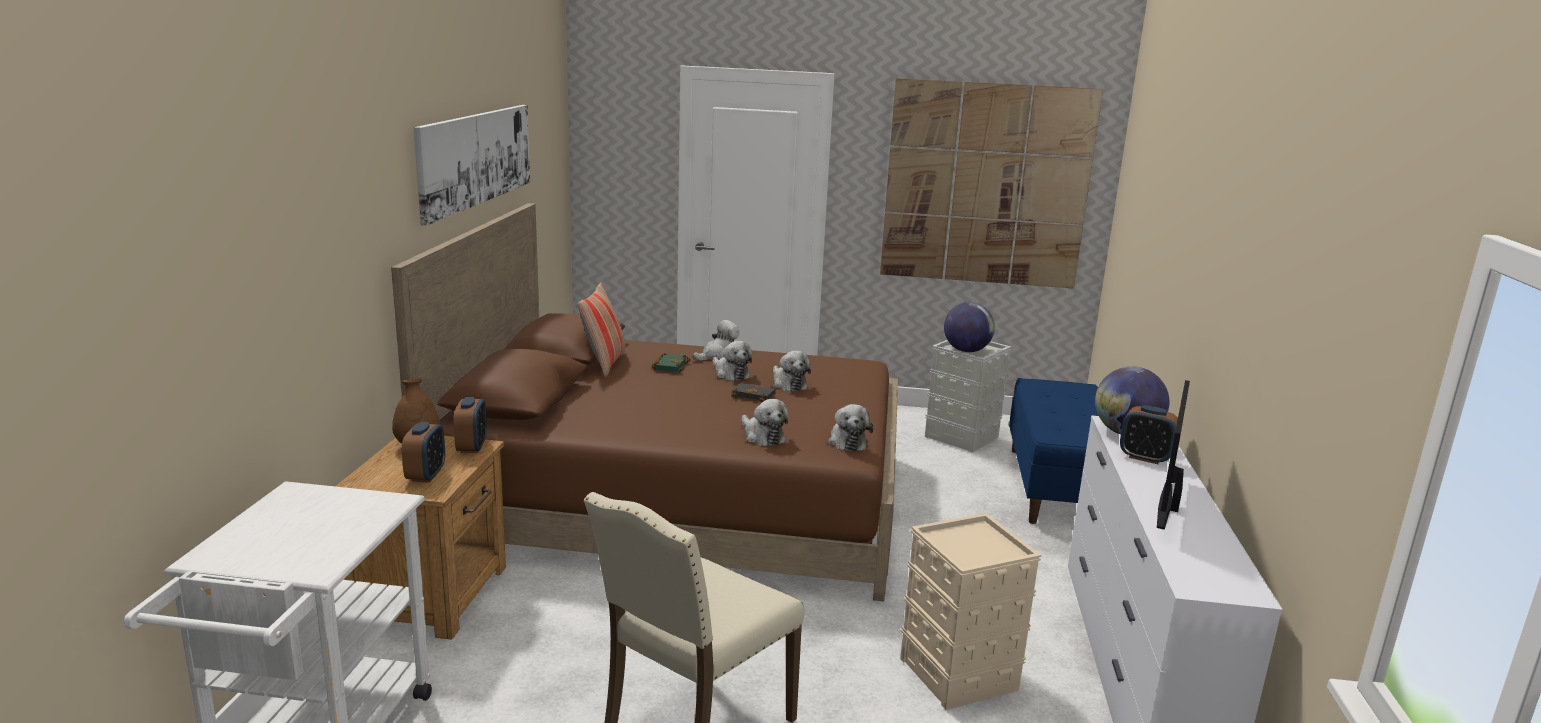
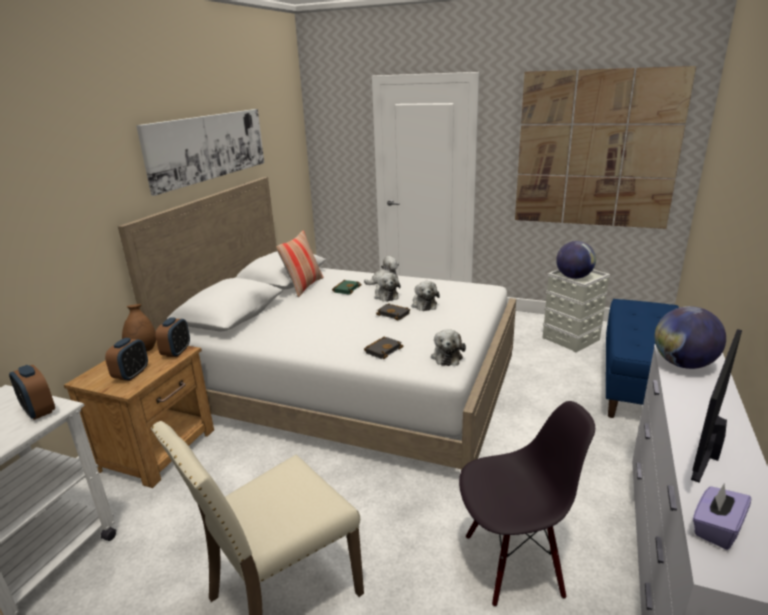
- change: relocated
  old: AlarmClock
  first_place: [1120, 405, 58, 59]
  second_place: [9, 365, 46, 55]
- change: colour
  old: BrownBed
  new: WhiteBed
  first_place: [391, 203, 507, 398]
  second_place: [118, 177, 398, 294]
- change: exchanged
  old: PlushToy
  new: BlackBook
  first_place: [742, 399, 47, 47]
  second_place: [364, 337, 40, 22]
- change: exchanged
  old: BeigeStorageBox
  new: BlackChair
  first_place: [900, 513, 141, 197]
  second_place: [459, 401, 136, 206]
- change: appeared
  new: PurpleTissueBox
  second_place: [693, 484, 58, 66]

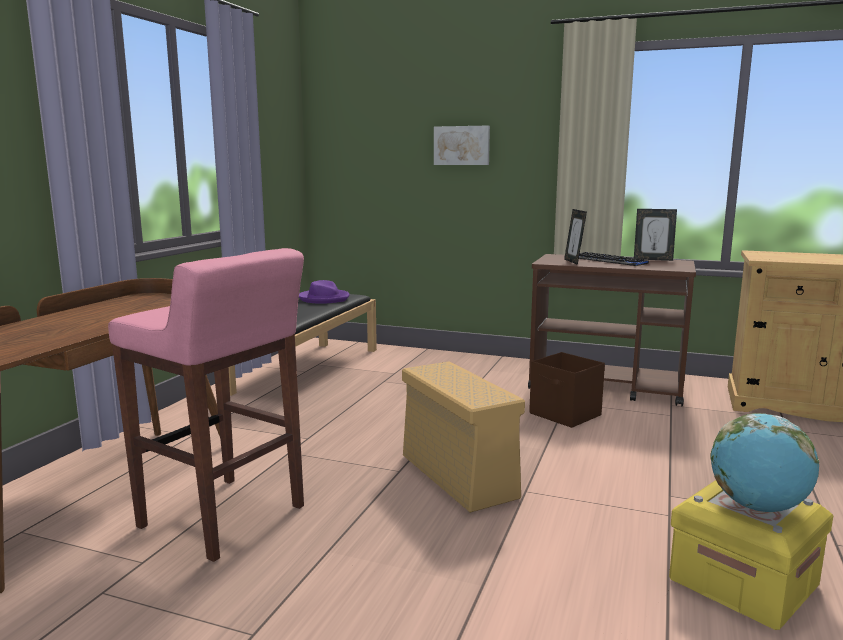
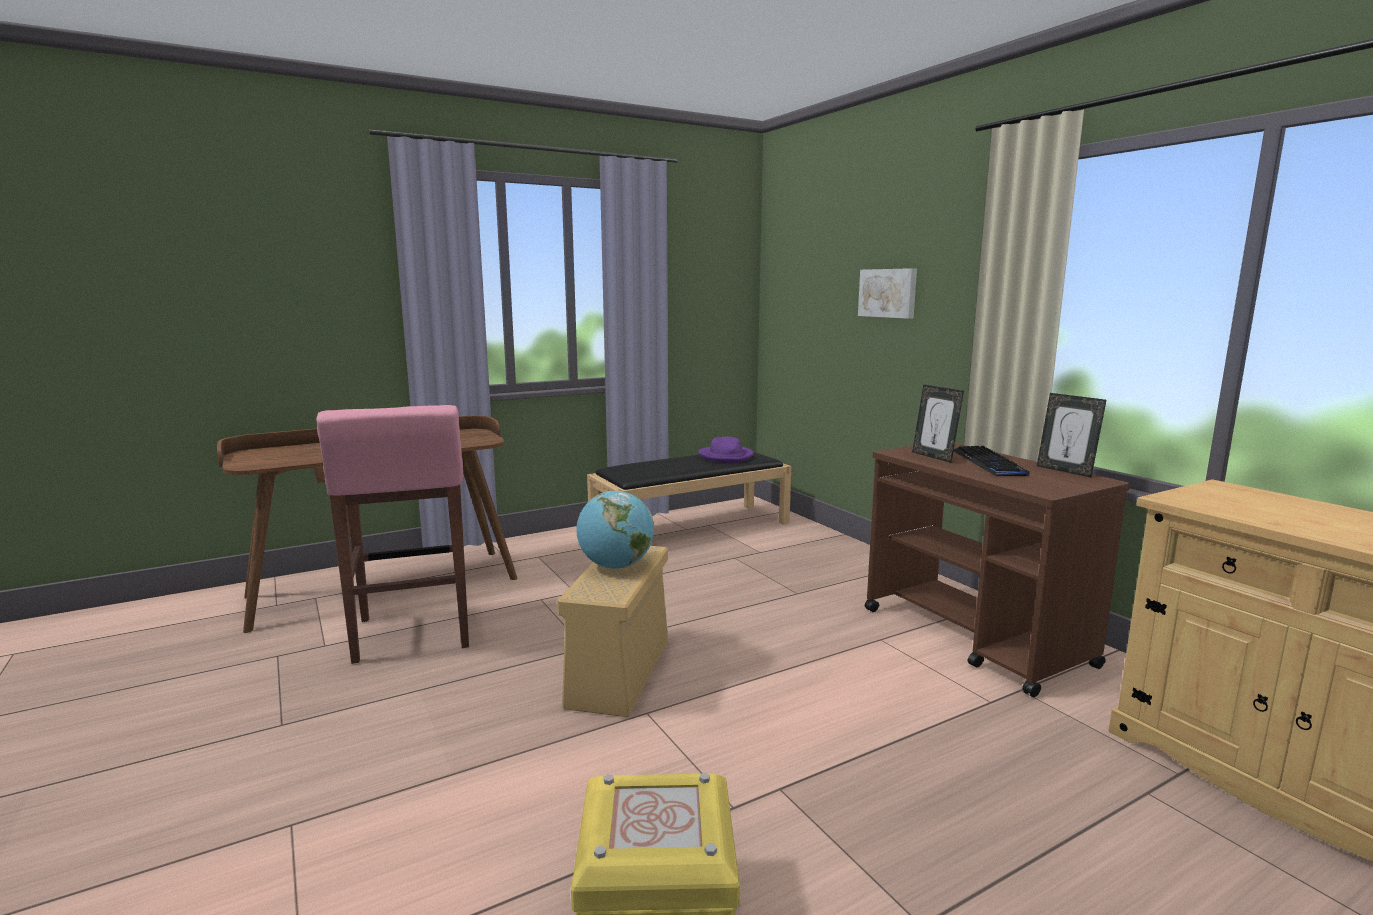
- change: relocated
  old: Globe
  first_place: [711, 413, 108, 99]
  second_place: [576, 491, 78, 78]
- change: spun
  old: PictureFrame
  first_place: [564, 209, 23, 56]
  second_place: [912, 385, 52, 78]
  degrees: -60
- change: missing
  old: BrownStorageBox
  first_place: [529, 352, 76, 76]

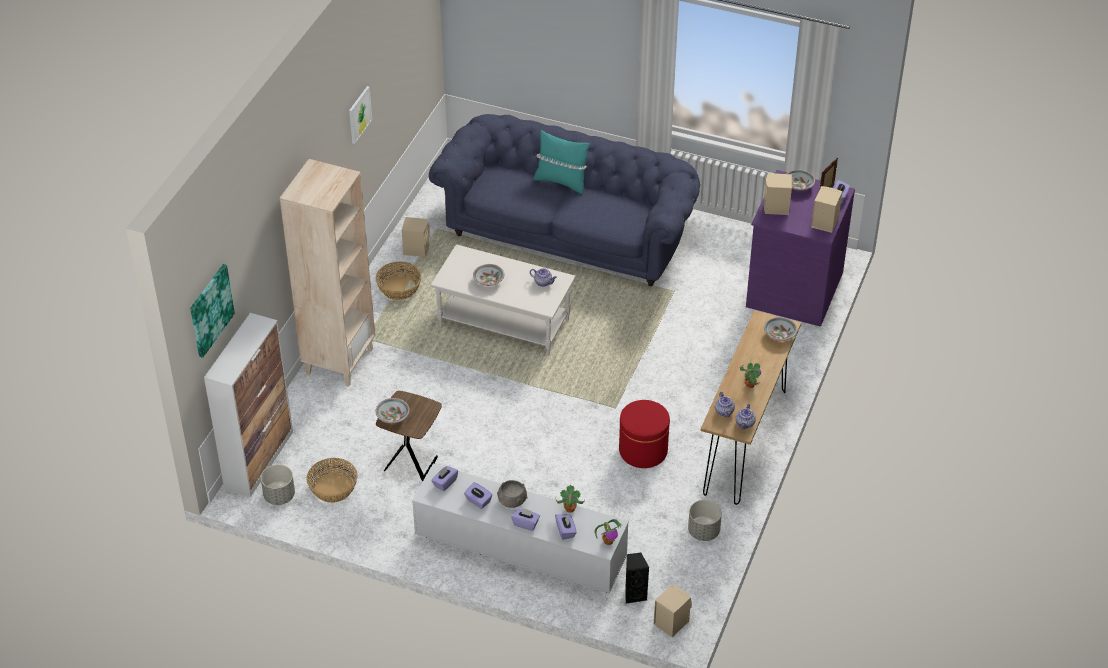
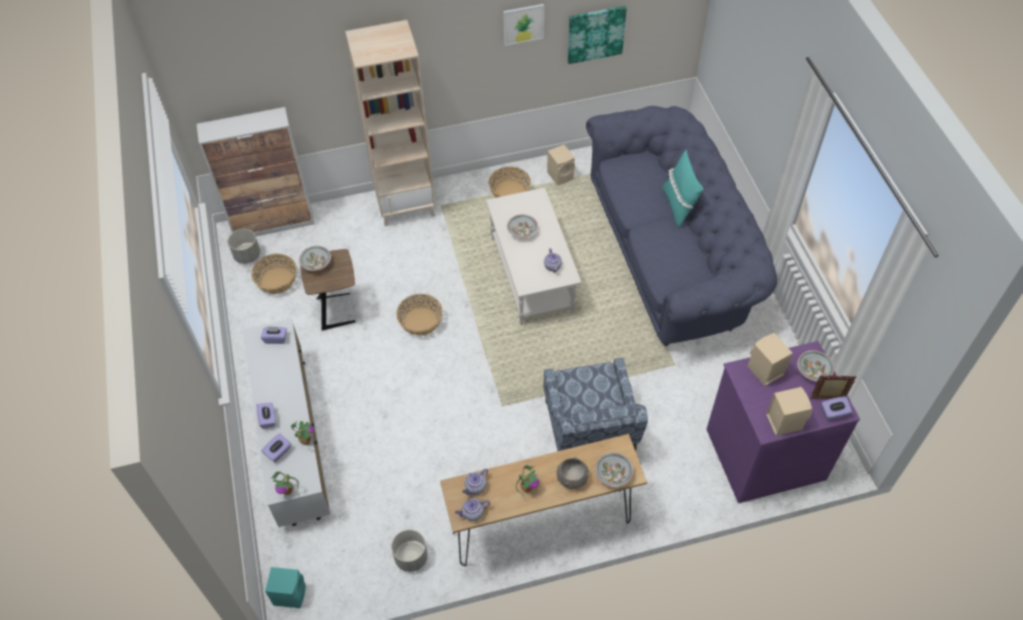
- change: colour
  old: BeigeSpeaker
  new: TurquoiseSpeaker
  first_place: [654, 584, 38, 53]
  second_place: [265, 567, 40, 41]
- change: appeared
  new: Basket
  second_place: [396, 294, 47, 42]
- change: appeared
  new: BlueArmchair
  second_place: [544, 358, 104, 93]
- change: relocated
  old: GreyBowl
  first_place: [497, 480, 30, 28]
  second_place: [557, 457, 32, 32]
- change: relocated
  old: Picture
  first_place: [190, 264, 45, 94]
  second_place: [568, 6, 59, 58]
- change: missing
  old: PurpleTissueBox
  first_place: [464, 482, 28, 27]
- change: missing
  old: RedOttoman
  first_place: [619, 400, 51, 68]
- change: missing
  old: BlackSpeaker
  first_place: [625, 553, 24, 51]

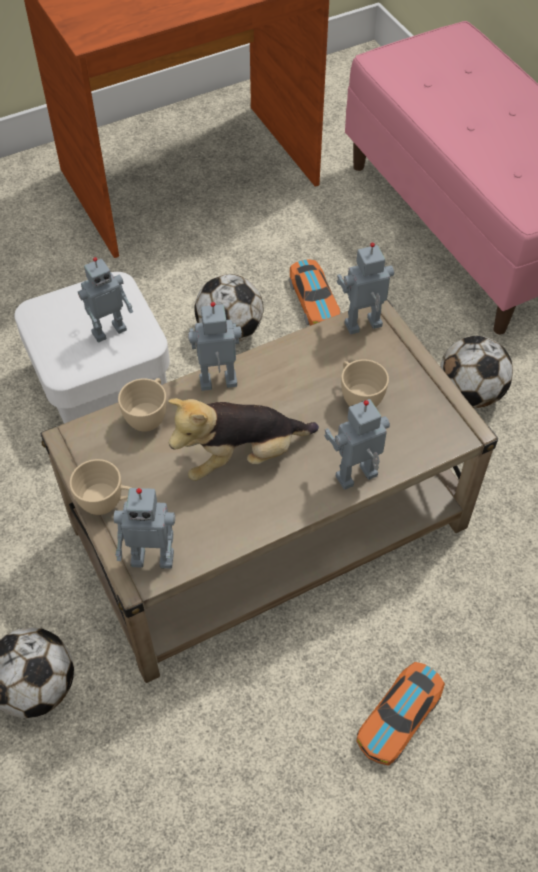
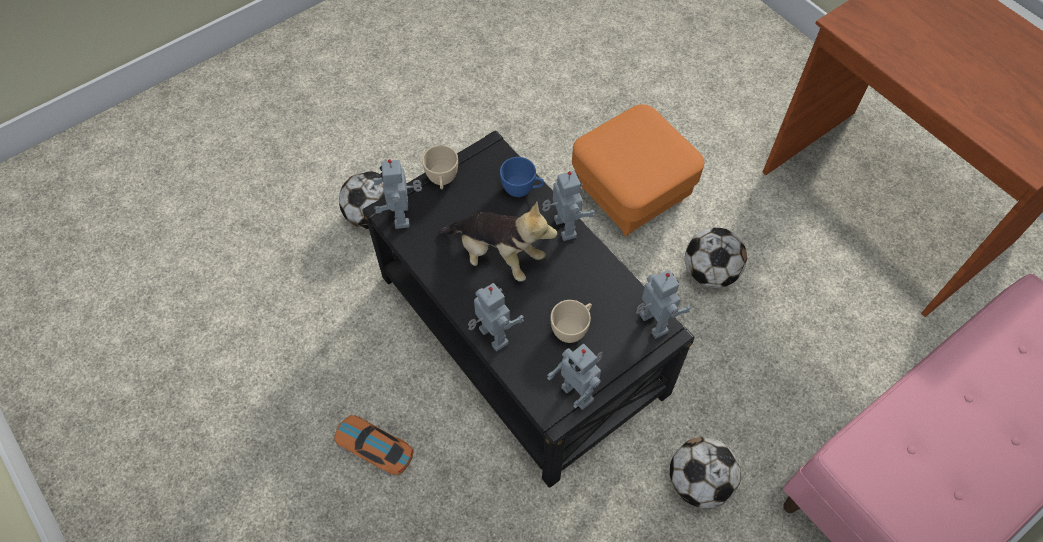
- change: colour
  old: BeigeCoffeeTable
  new: BlackCoffeeTable
  first_place: [41, 299, 457, 384]
  second_place: [362, 131, 333, 357]
- change: spun
  old: PlushToy
  first_place: [168, 398, 151, 83]
  second_place: [438, 201, 119, 81]
  degrees: 150
- change: colour
  old: BeigeCup
  new: BlueCup
  first_place: [118, 378, 49, 54]
  second_place: [500, 157, 45, 40]
- change: relocated
  old: ToyRobot
  first_place: [78, 257, 55, 85]
  second_place: [547, 344, 56, 66]
- change: colour
  old: WhiteOttoman
  new: OrangeOttoman
  first_place: [14, 272, 156, 152]
  second_place: [572, 104, 132, 132]
- change: missing
  old: ToyCar
  first_place: [289, 259, 52, 67]

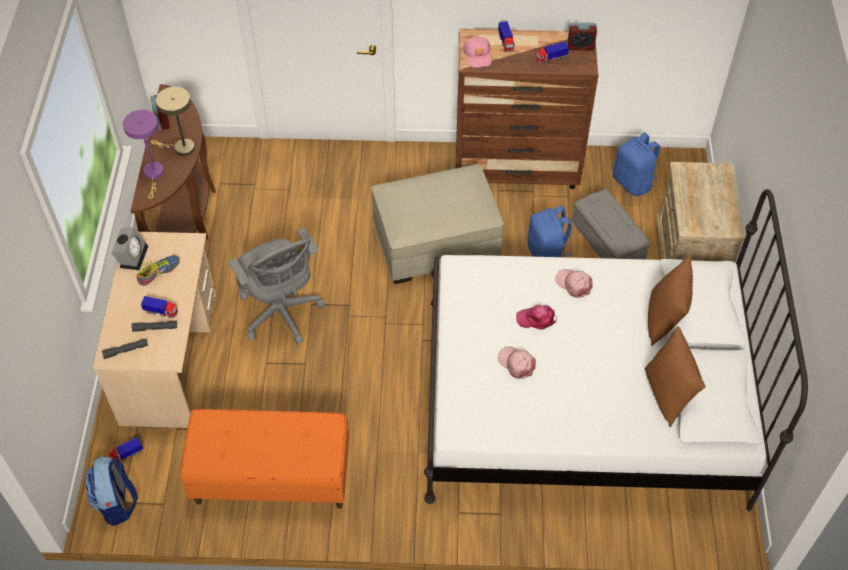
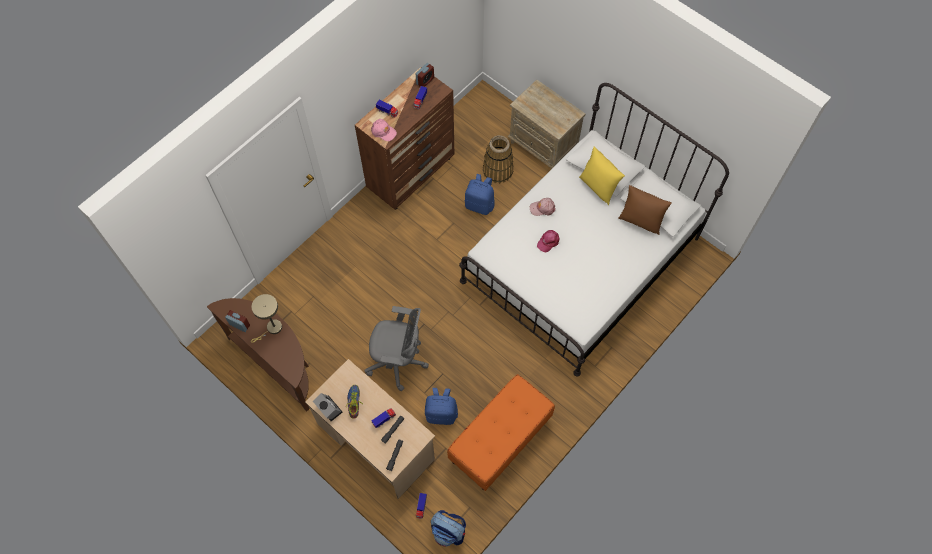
- change: relocated
  old: BlueBackpack
  first_place: [613, 132, 47, 64]
  second_place: [425, 388, 33, 37]
- change: exchanged
  old: GreyStorageBox
  new: Basket
  first_place: [571, 189, 79, 70]
  second_place: [483, 135, 31, 49]
- change: colour
  old: BrownPillow
  new: YellowPillow
  first_place: [648, 256, 45, 90]
  second_place: [579, 147, 46, 58]
- change: missing
  old: PurpleTableLamp
  first_place: [123, 110, 41, 89]
- change: missing
  old: BeigeOttoman
  first_place: [372, 164, 132, 120]
- change: missing
  old: PinkCap
  first_place: [498, 346, 38, 33]

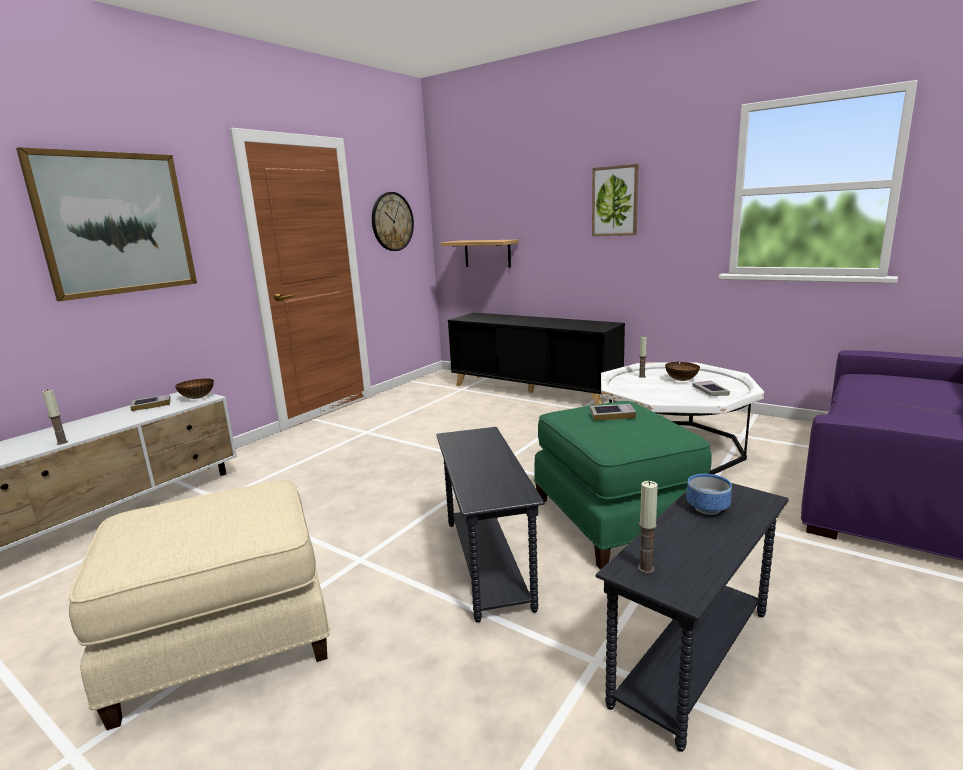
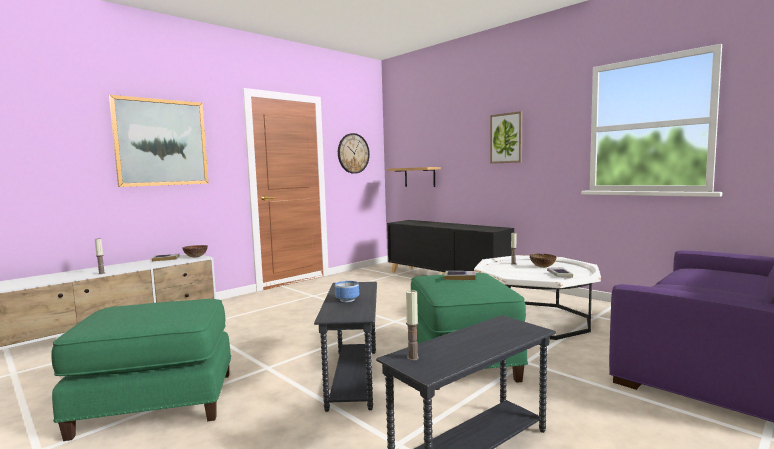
- change: colour
  old: BeigeOttoman
  new: GreenOttoman
  first_place: [69, 480, 261, 250]
  second_place: [51, 299, 180, 142]
- change: relocated
  old: Bowl
  first_place: [686, 474, 46, 41]
  second_place: [335, 281, 24, 21]

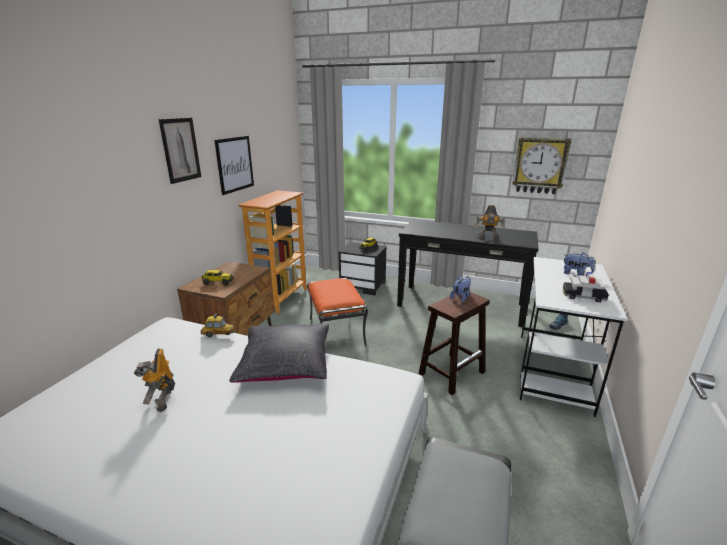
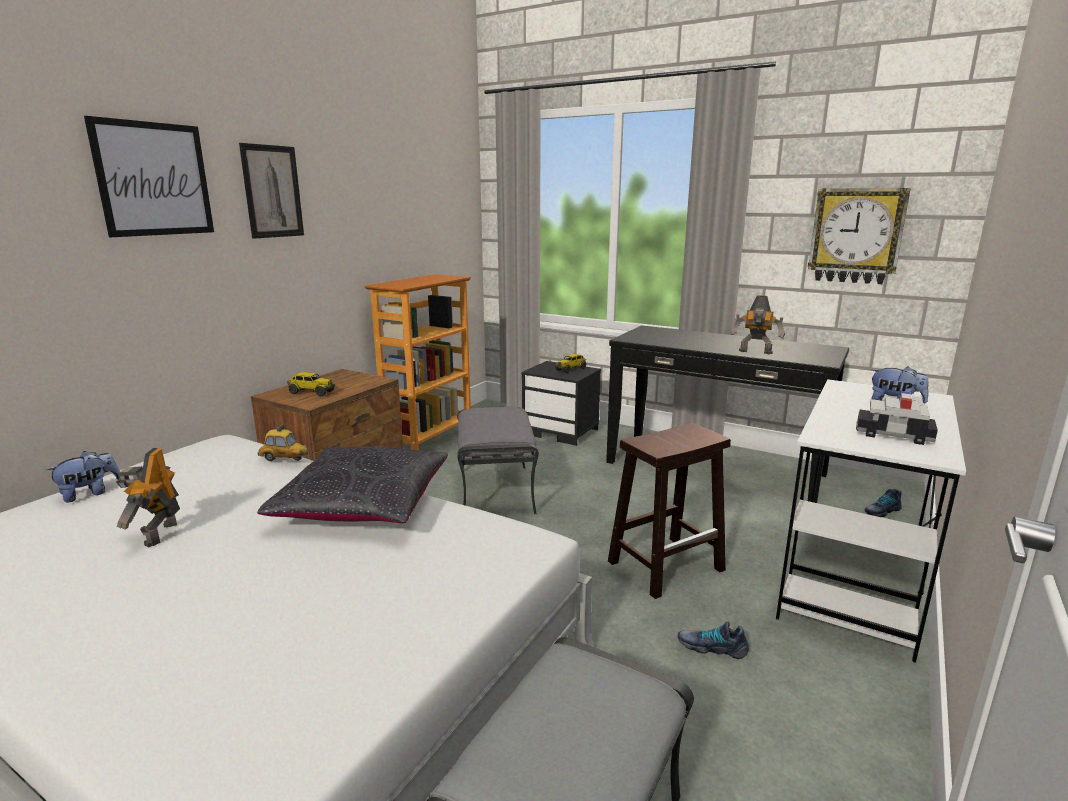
- change: relocated
  old: PlushToy
  first_place: [450, 276, 21, 26]
  second_place: [46, 451, 74, 52]
- change: relocated
  old: Picture
  first_place: [214, 136, 40, 59]
  second_place: [84, 116, 130, 121]
- change: colour
  old: OrangeOttoman
  new: GreyOttoman
  first_place: [307, 278, 61, 68]
  second_place: [458, 407, 81, 107]
- change: appeared
  new: Shoe
  second_place: [678, 621, 71, 38]

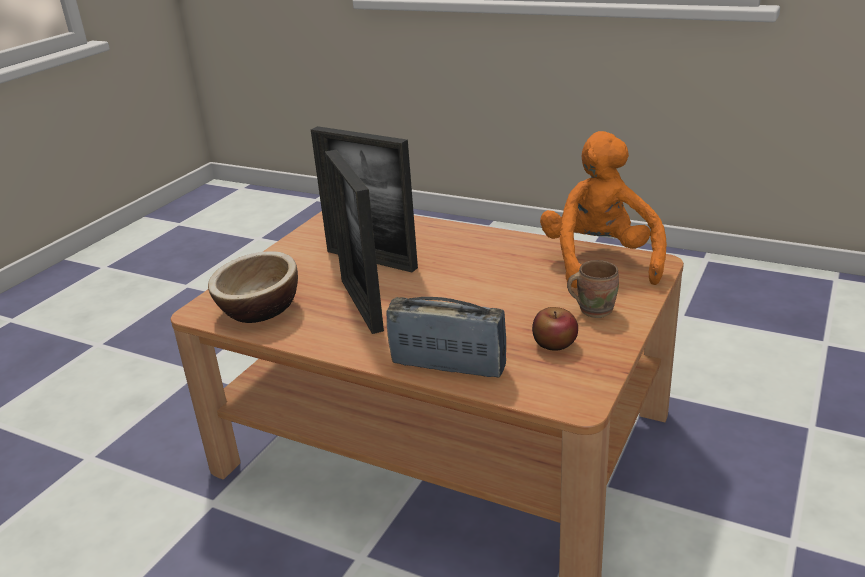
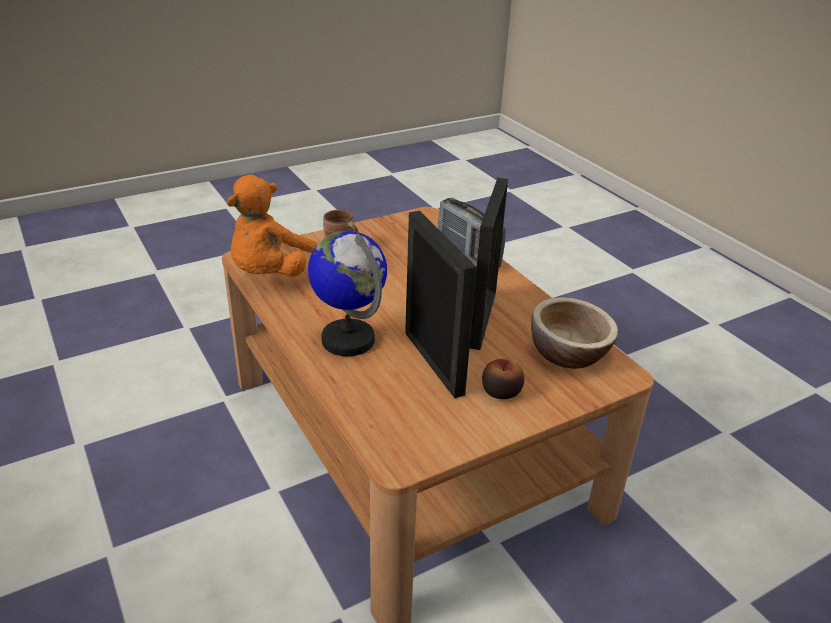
- change: appeared
  new: Globe
  second_place: [308, 231, 79, 125]
- change: relocated
  old: Apple
  first_place: [532, 307, 46, 44]
  second_place: [482, 359, 42, 40]

